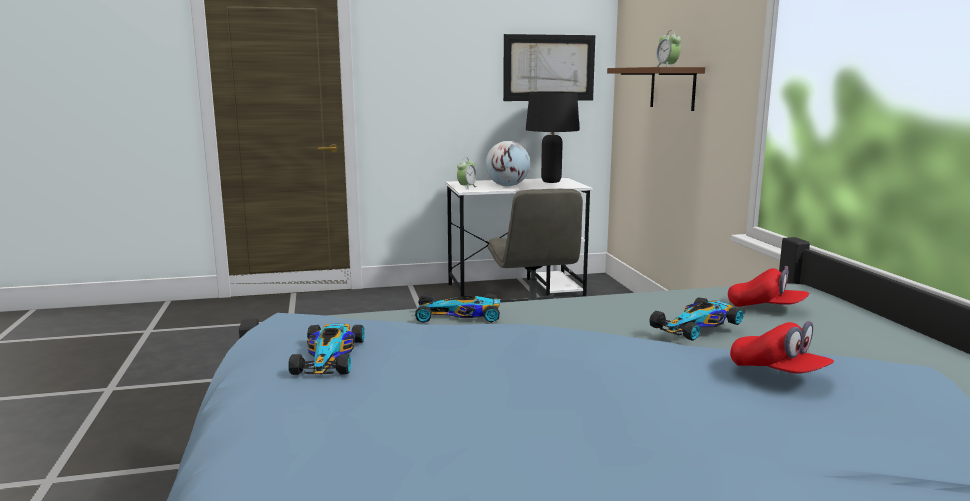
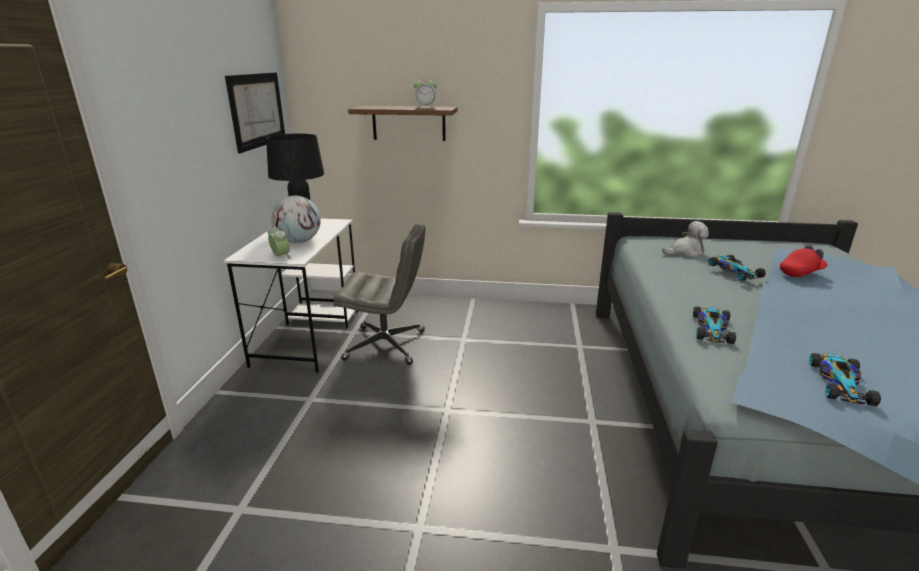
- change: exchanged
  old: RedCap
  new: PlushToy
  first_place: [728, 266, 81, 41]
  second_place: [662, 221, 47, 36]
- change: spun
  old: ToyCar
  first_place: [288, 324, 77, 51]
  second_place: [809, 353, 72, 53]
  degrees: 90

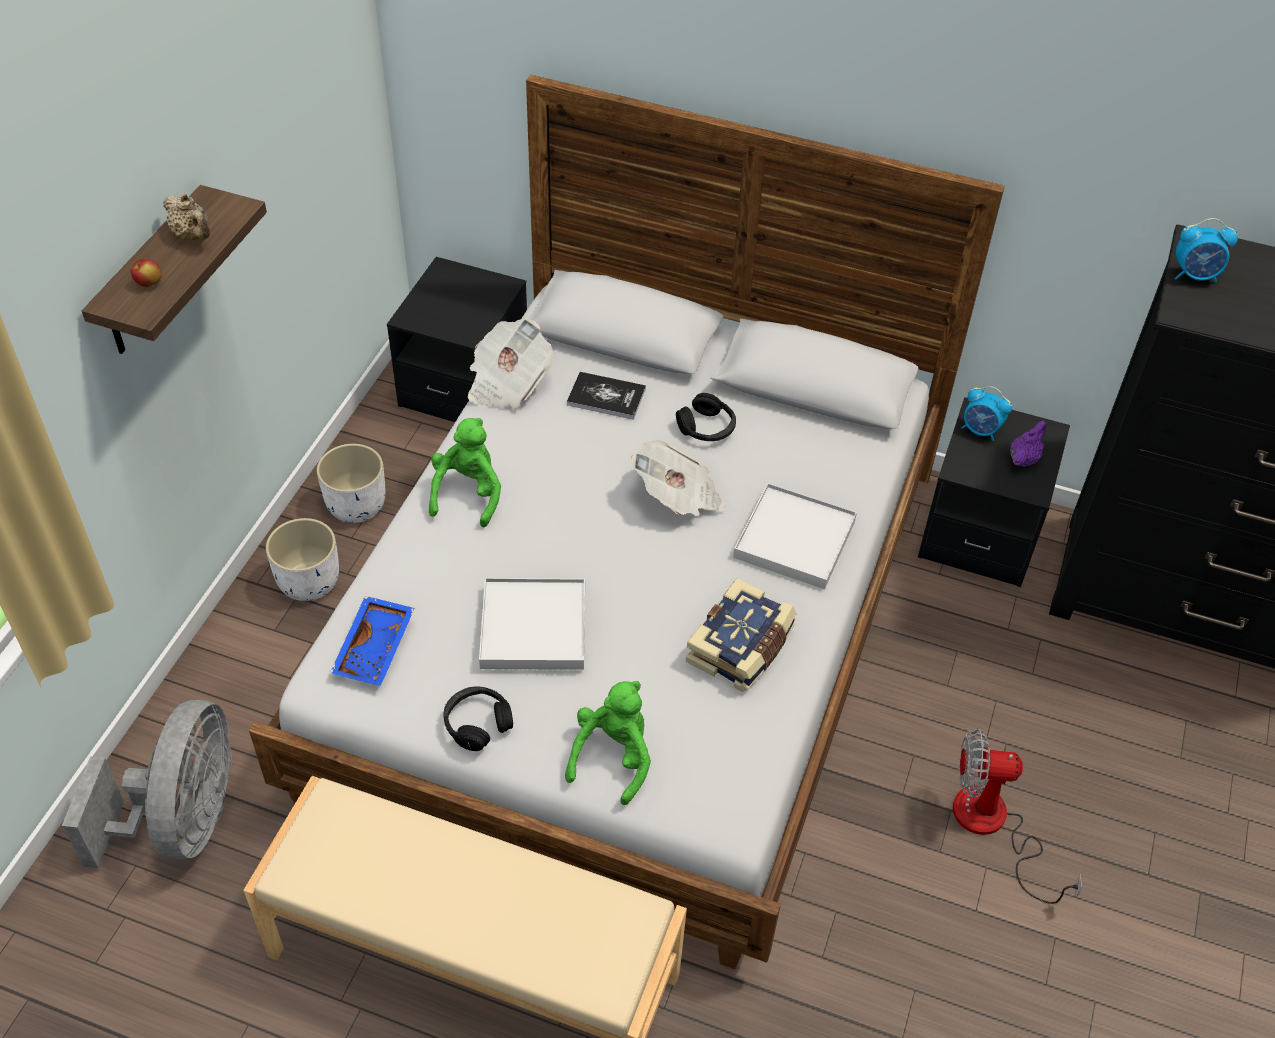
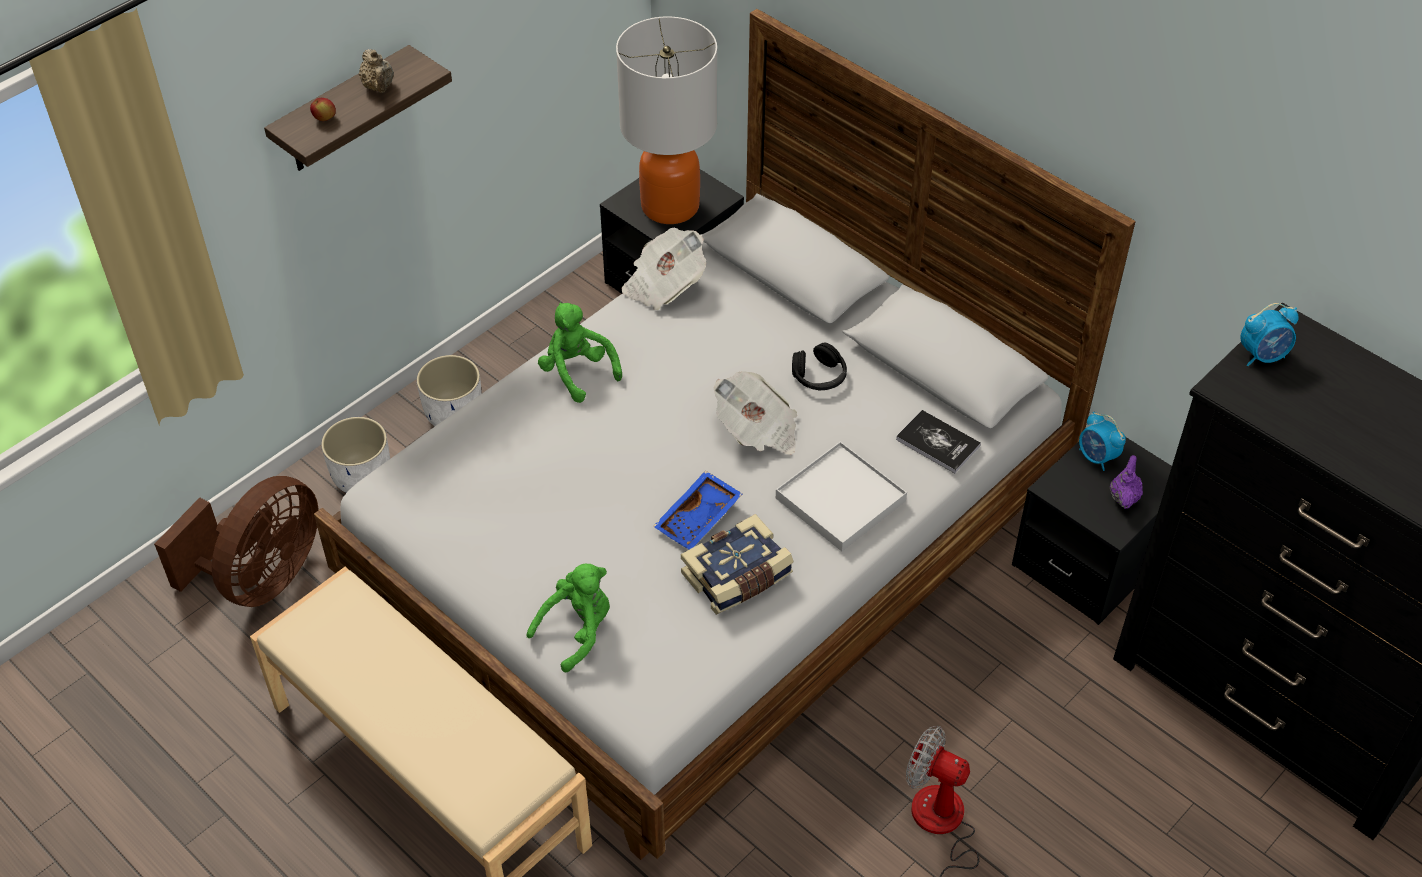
- change: colour
  old: GreyFan
  new: BrownFan
  first_place: [62, 700, 170, 168]
  second_place: [154, 476, 165, 131]
- change: relocated
  old: WhitePlanter
  first_place: [316, 444, 69, 79]
  second_place: [321, 417, 69, 76]
- change: spun
  old: GreenPlushToy
  first_place: [429, 418, 72, 109]
  second_place: [538, 302, 84, 101]
  degrees: -75
- change: appeared
  new: TableLamp
  second_place: [616, 16, 101, 208]
- change: relocated
  old: BlueTray
  first_place: [330, 596, 84, 90]
  second_place: [653, 471, 89, 78]
- change: relocated
  old: Book
  first_place: [567, 372, 79, 47]
  second_place: [896, 410, 85, 63]
- change: spun
  old: PurpleTeapot
  first_place: [1010, 421, 36, 46]
  second_place: [1109, 455, 34, 54]
  degrees: -45
- change: spun
  old: AlarmClock
  first_place: [1175, 218, 63, 65]
  second_place: [1240, 303, 59, 63]
  degrees: -45
- change: missing
  old: BlackHeadphones
  first_place: [443, 686, 70, 65]
- change: missing
  old: WhiteTray
  first_place: [479, 578, 106, 92]

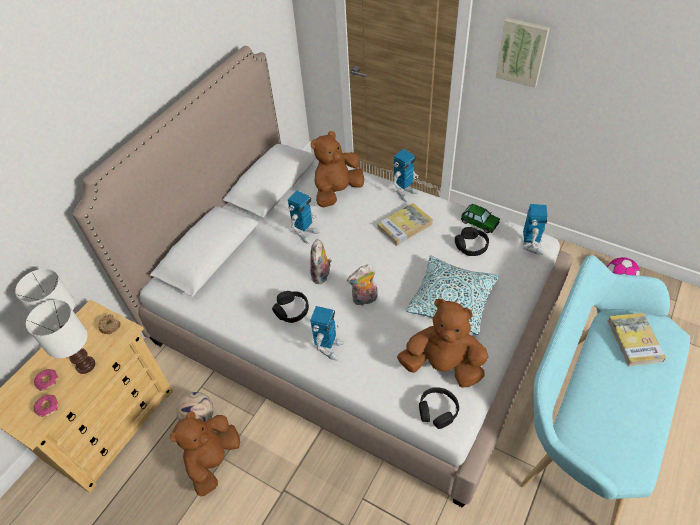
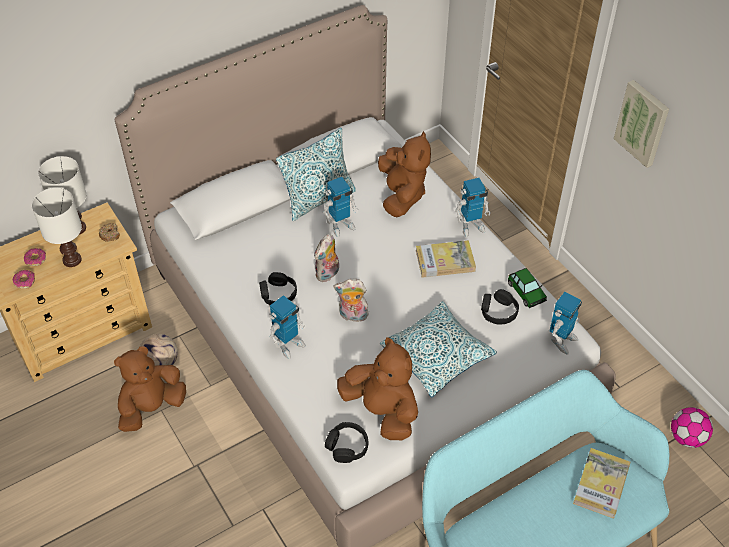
- change: appeared
  new: Pillow
  second_place: [276, 128, 80, 93]
- change: spun
  old: BrownPlushToy
  first_place: [311, 131, 53, 76]
  second_place: [378, 131, 53, 86]
  degrees: 105

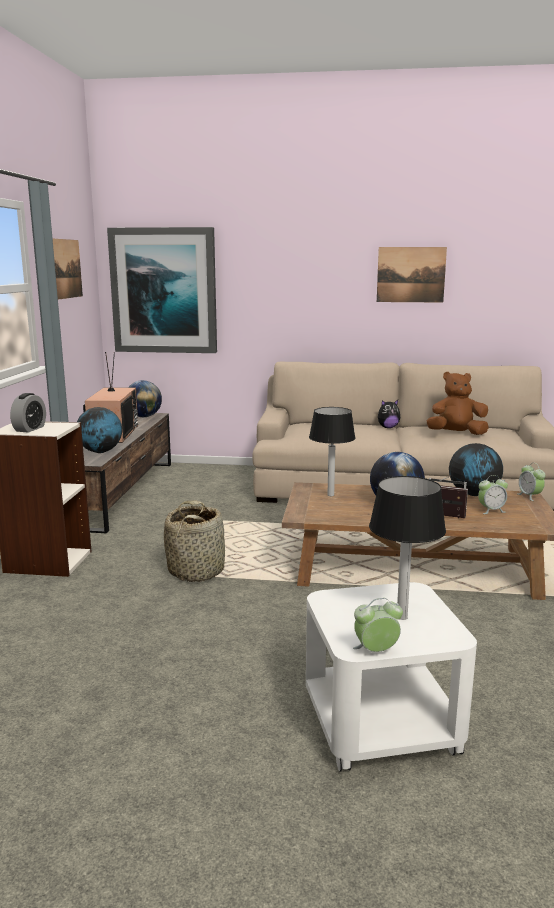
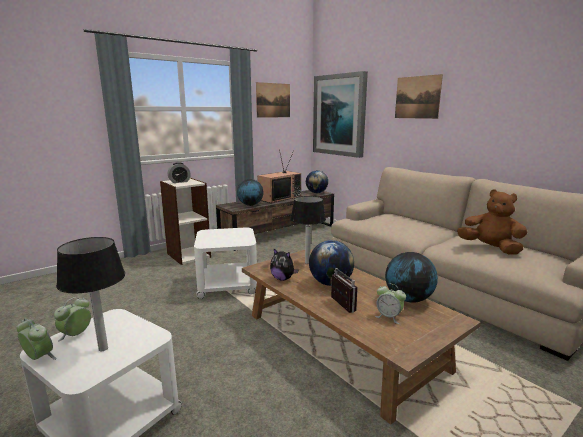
- change: relocated
  old: AlarmClock
  first_place: [517, 463, 28, 38]
  second_place: [54, 297, 37, 44]
- change: exchanged
  old: Basket
  new: WhiteSideTable
  first_place: [164, 500, 61, 82]
  second_place: [194, 227, 63, 72]
- change: relocated
  old: PlushToy
  first_place: [378, 400, 22, 28]
  second_place: [270, 249, 28, 32]
- change: relocated
  old: Picture
  first_place: [377, 247, 70, 56]
  second_place: [395, 74, 48, 45]

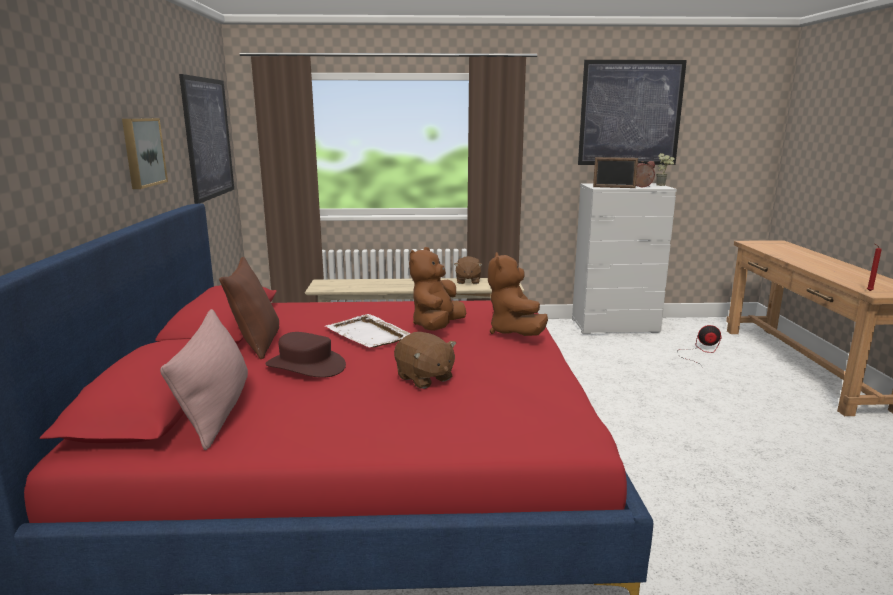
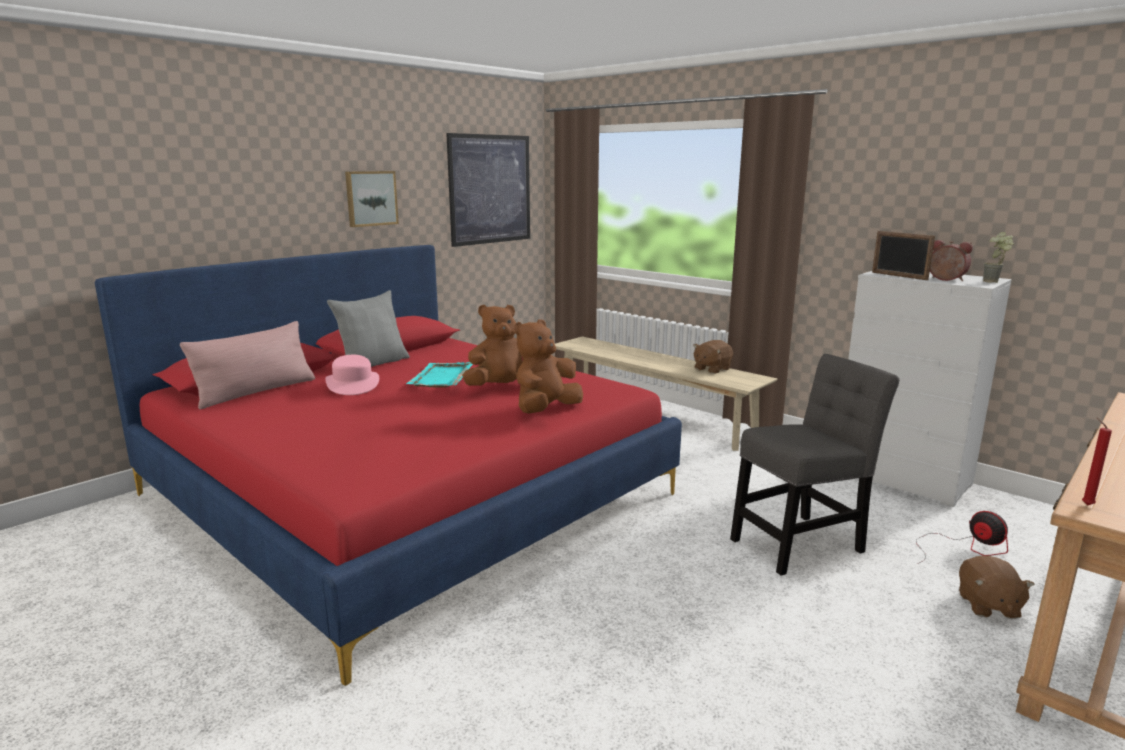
- change: colour
  old: BrownHat
  new: PinkHat
  first_place: [265, 332, 81, 46]
  second_place: [325, 355, 54, 40]
- change: colour
  old: BrownPillow
  new: GreyPillow
  first_place: [219, 257, 60, 102]
  second_place: [327, 290, 83, 77]
- change: colour
  old: WhiteTray
  new: TurquoiseTray
  first_place: [326, 314, 85, 34]
  second_place: [406, 362, 67, 26]
- change: appeared
  new: GreyChair
  second_place: [730, 354, 169, 222]
- change: relocated
  old: BrownPlushToy
  first_place: [394, 332, 62, 57]
  second_place: [959, 556, 76, 63]
- change: missing
  old: Picture
  first_place: [578, 60, 109, 105]

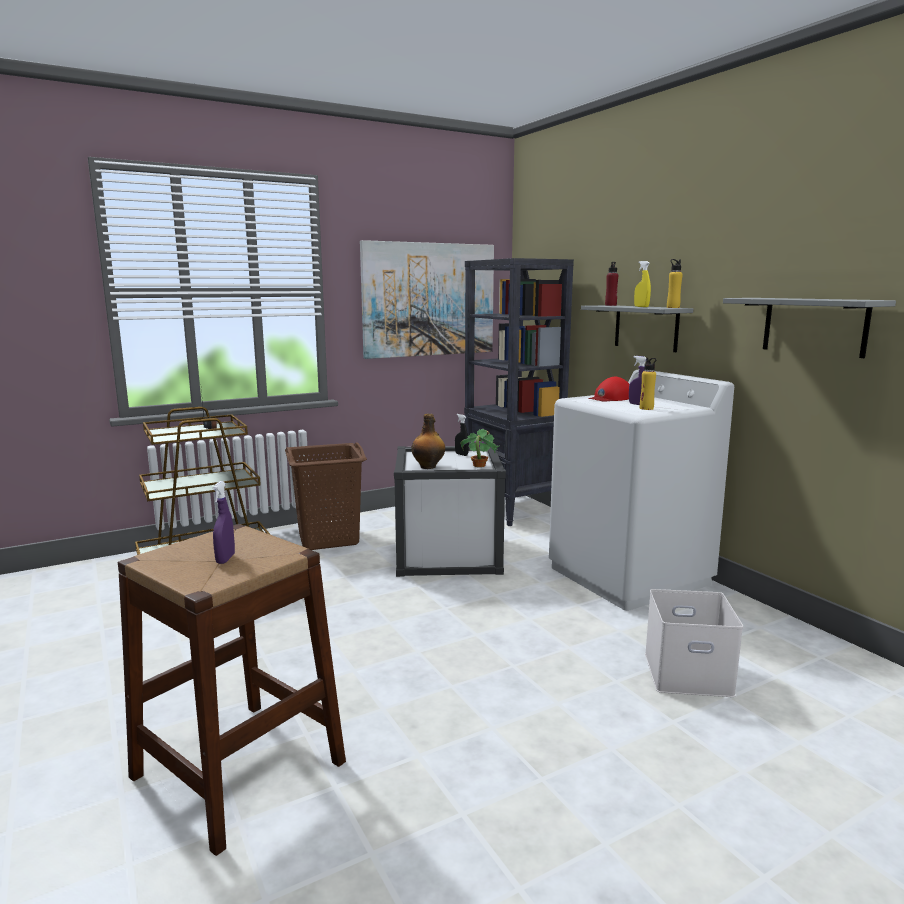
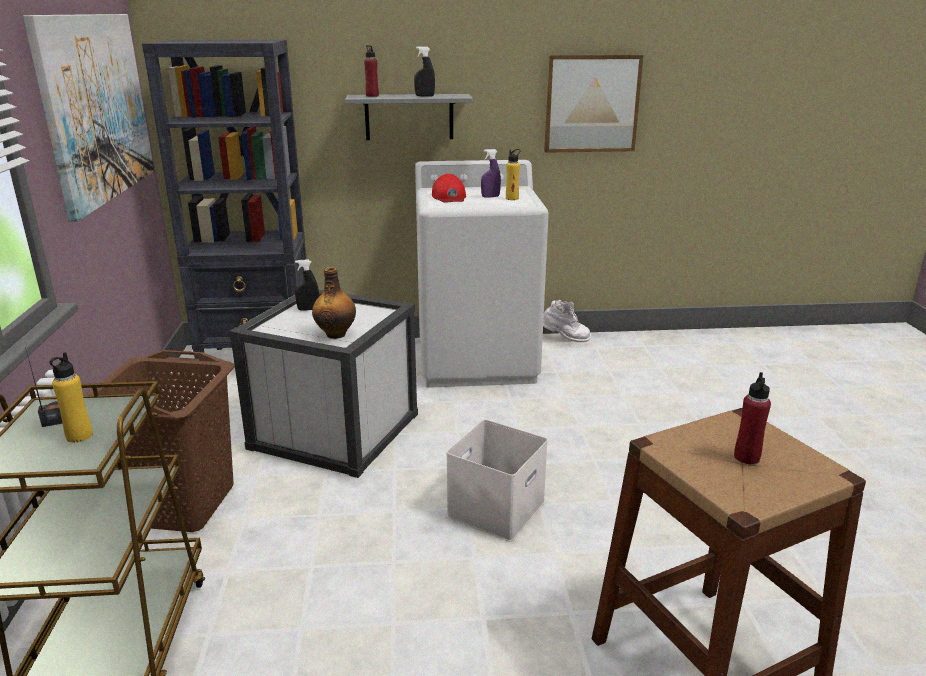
- change: relocated
  old: YellowBottle
  first_place: [667, 259, 16, 49]
  second_place: [50, 352, 43, 90]
- change: colour
  old: YellowSprayBottle
  new: BlackSprayBottle
  first_place: [634, 261, 17, 46]
  second_place: [414, 46, 21, 51]
- change: relocated
  old: WhiteStorageBox
  first_place: [645, 589, 98, 108]
  second_place: [446, 419, 102, 122]
- change: appeared
  new: WhiteBoot
  second_place: [543, 299, 48, 43]
- change: exchanged
  old: GreyShelf
  new: Picture
  first_place: [723, 298, 173, 60]
  second_place: [544, 55, 100, 98]
- change: exchanged
  old: PurpleSprayBottle
  new: RedBottle
  first_place: [212, 481, 23, 83]
  second_place: [734, 372, 37, 92]
- change: missing
  old: PottedPlant
  first_place: [460, 429, 39, 38]

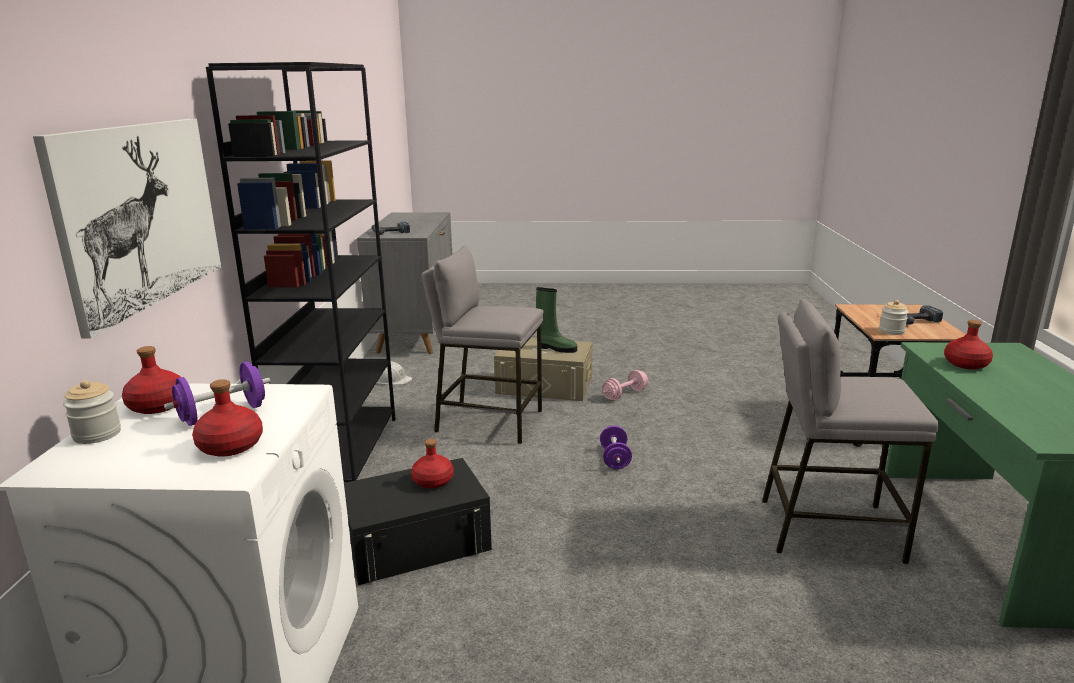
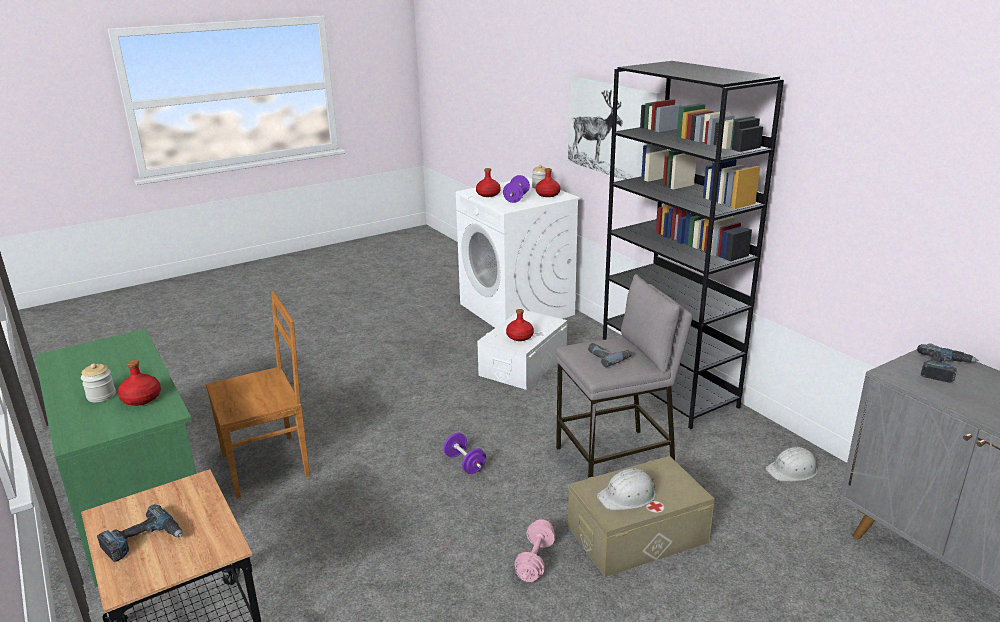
- change: relocated
  old: Jar
  first_place: [879, 300, 30, 35]
  second_place: [81, 363, 35, 39]
- change: exchanged
  old: GreyStool
  new: BrownChair
  first_place: [762, 299, 177, 265]
  second_place: [206, 291, 104, 207]
- change: colour
  old: BlackStorageBox
  new: WhiteStorageBox
  first_place: [344, 458, 148, 127]
  second_place: [477, 310, 90, 80]
- change: appeared
  new: PowerDrill
  second_place: [588, 343, 44, 24]
- change: exchanged
  old: GreenBoot
  new: WhiteHardHat
  first_place: [536, 287, 41, 66]
  second_place: [597, 468, 58, 42]

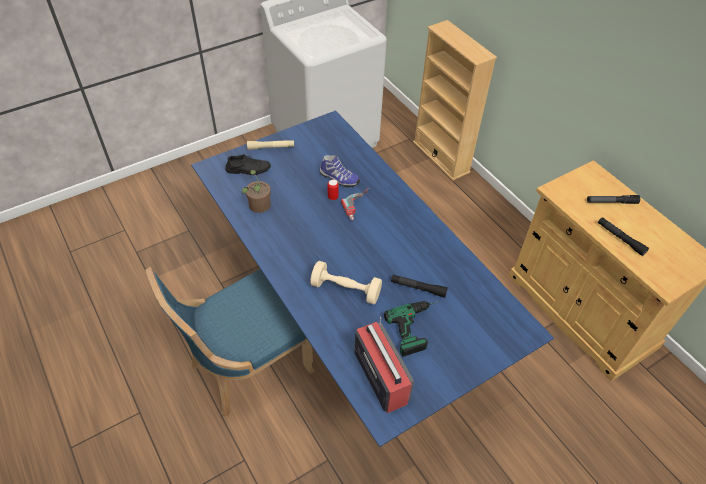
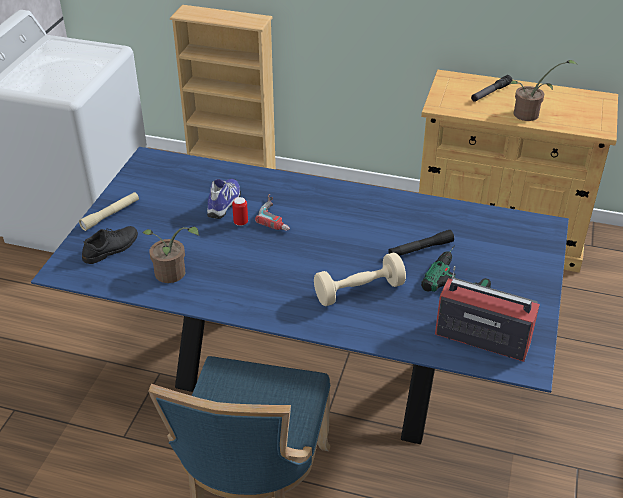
- change: spun
  old: Shoe
  first_place: [319, 155, 41, 33]
  second_place: [207, 179, 34, 40]
  degrees: -60
- change: exchanged
  old: BlackFlashlight
  new: PottedPlant
  first_place: [598, 217, 51, 39]
  second_place: [509, 60, 68, 61]

